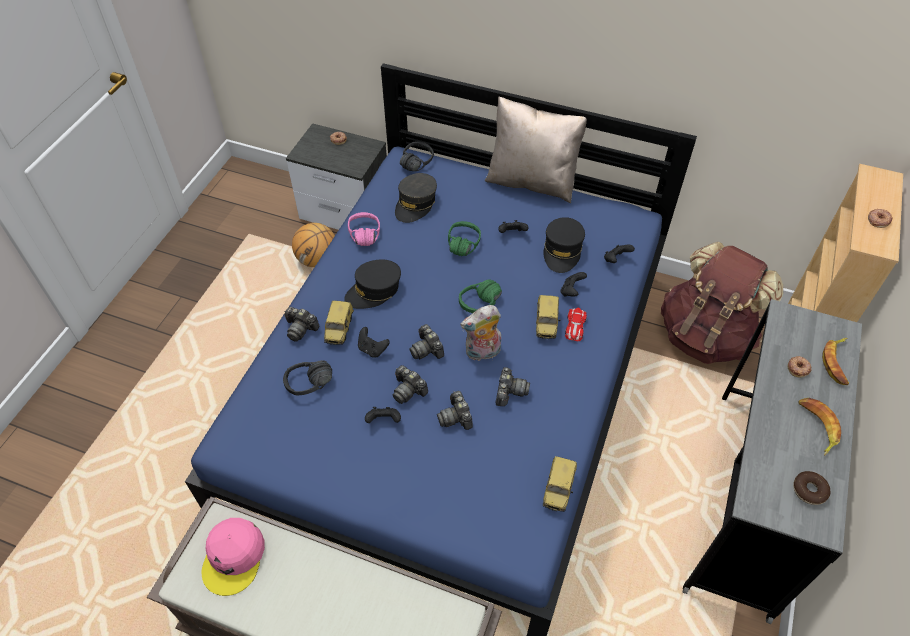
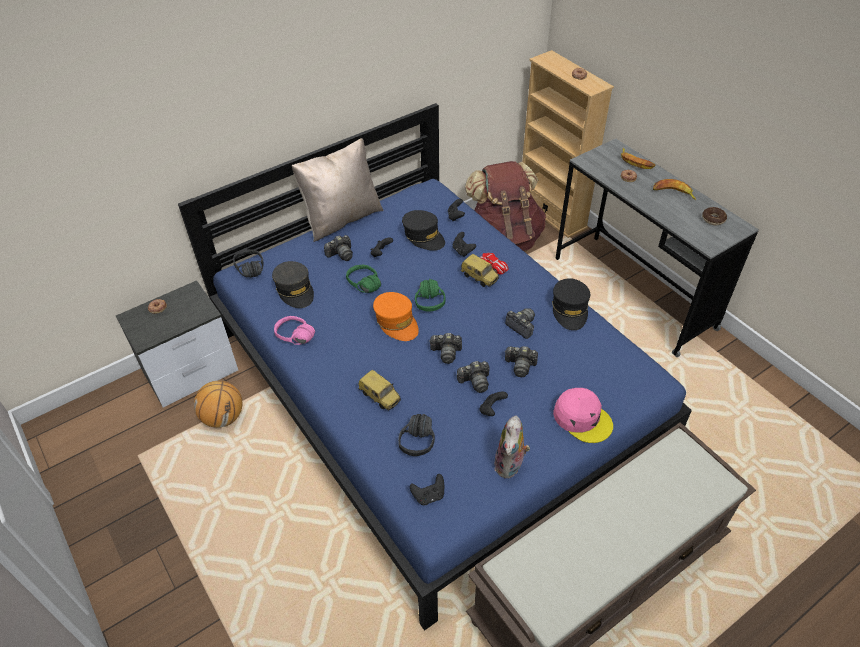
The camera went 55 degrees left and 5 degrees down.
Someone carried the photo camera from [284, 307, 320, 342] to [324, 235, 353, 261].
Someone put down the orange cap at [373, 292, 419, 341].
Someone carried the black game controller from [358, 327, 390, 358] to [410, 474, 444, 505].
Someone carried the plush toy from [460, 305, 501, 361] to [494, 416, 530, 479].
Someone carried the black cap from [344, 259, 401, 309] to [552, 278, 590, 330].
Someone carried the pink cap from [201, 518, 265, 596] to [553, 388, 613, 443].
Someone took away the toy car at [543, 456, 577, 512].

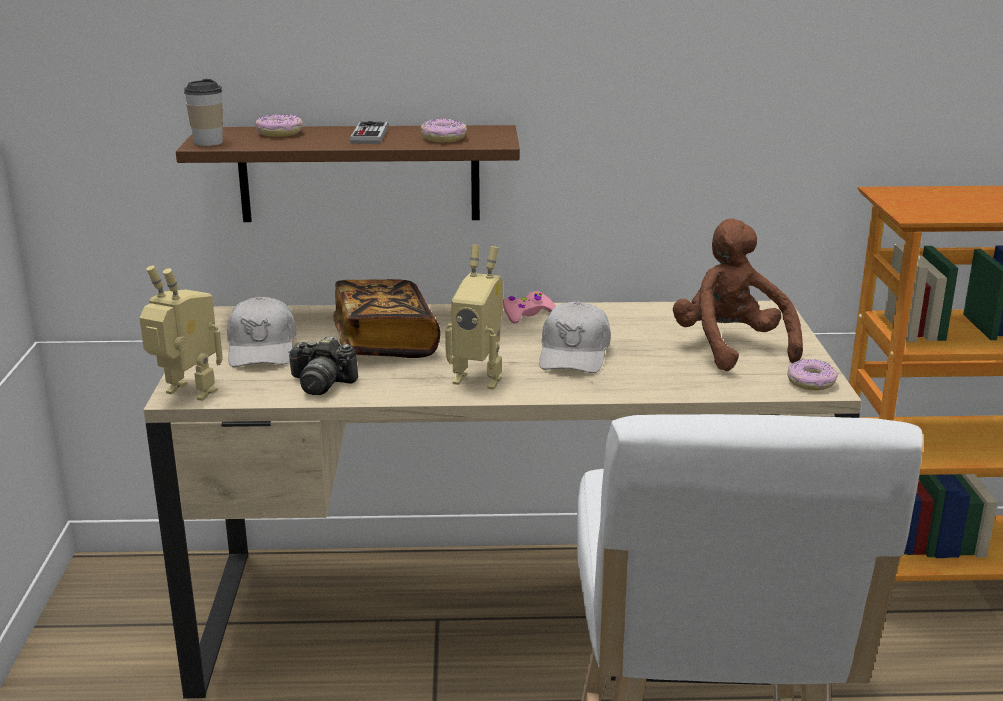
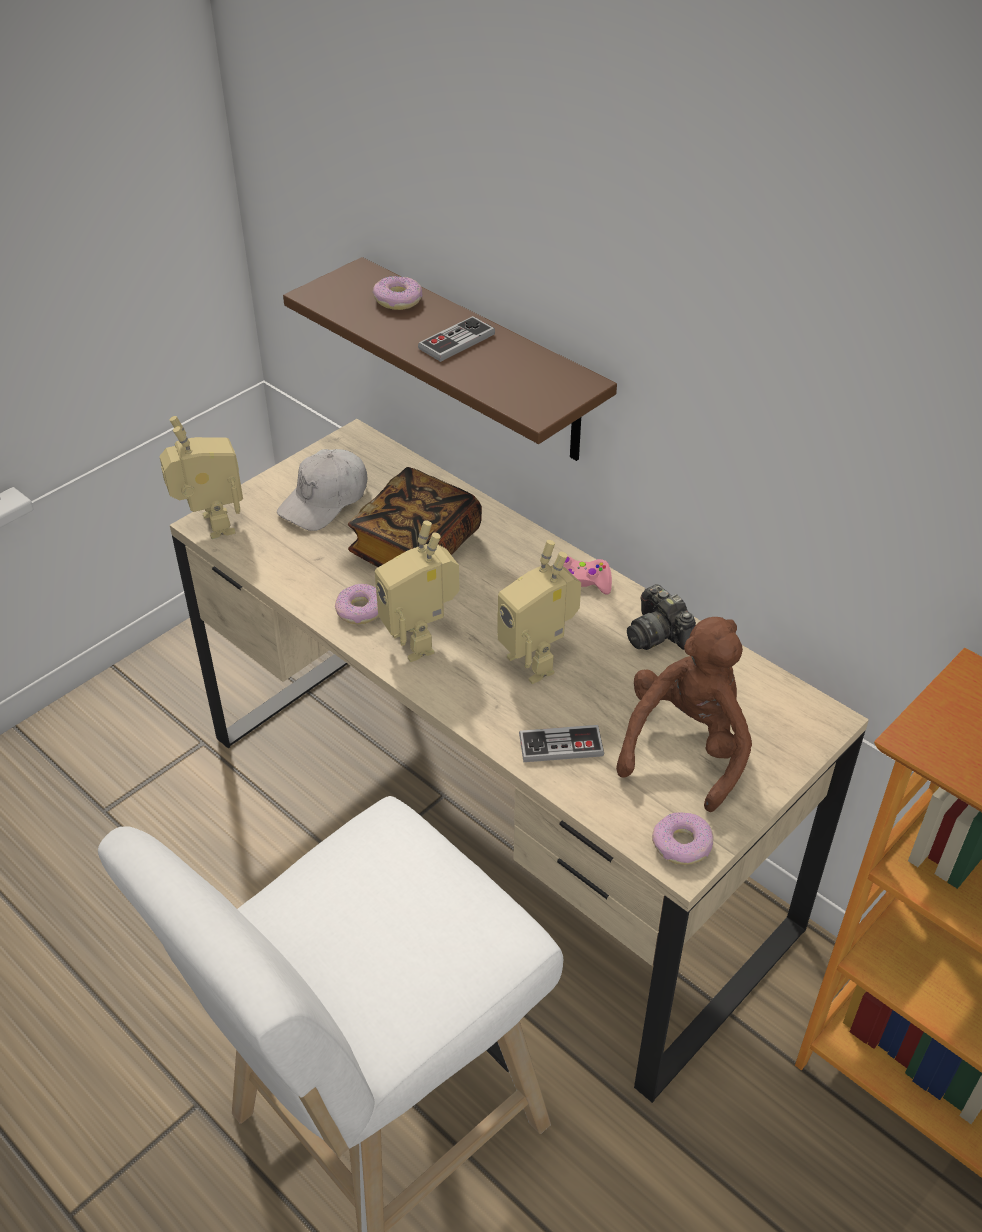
The camera went 45 degrees right and 20 degrees up.
Someone carried the donut from [420, 118, 467, 142] to [335, 584, 379, 624].
Someone swapped the white cap at [539, 301, 611, 373] for the toy robot at [497, 540, 581, 684].
Someone put down the game controller at [519, 725, 604, 762].
Someone carried the photo camera from [288, 336, 358, 395] to [627, 584, 696, 650].
Someone took away the cup at [184, 79, 223, 146].

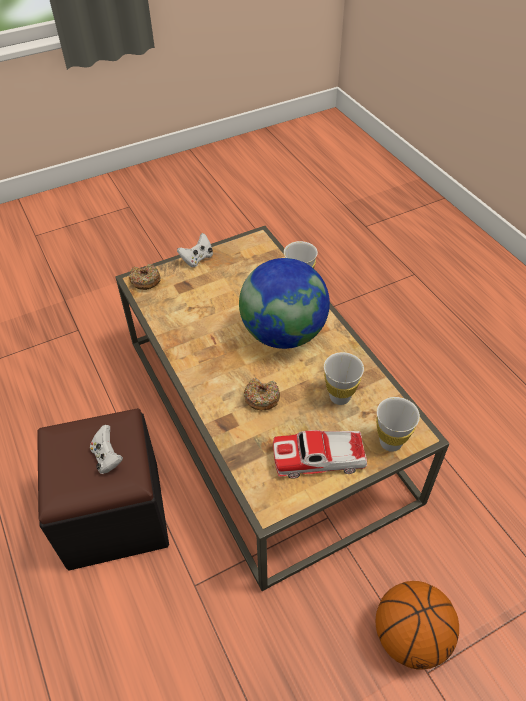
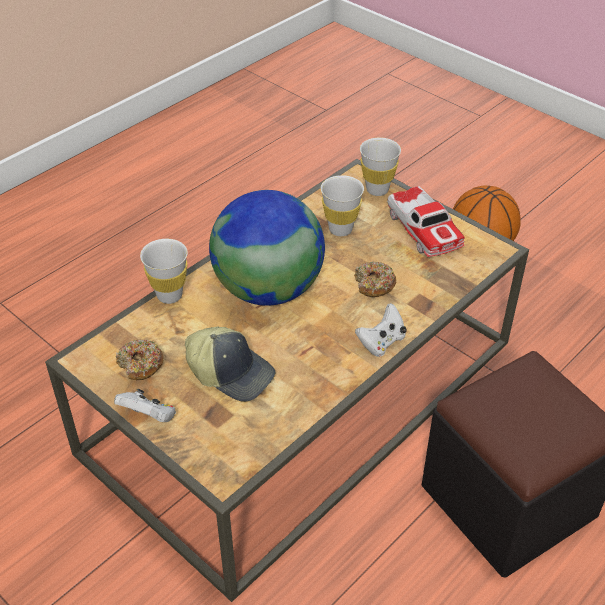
The camera went 110 degrees left and 5 degrees down.
Someone carried the donut from [129, 264, 160, 290] to [116, 339, 164, 380].
Someone put down the cap at [185, 327, 275, 402].
Someone carried the white game controller from [90, 425, 123, 474] to [355, 303, 406, 357].

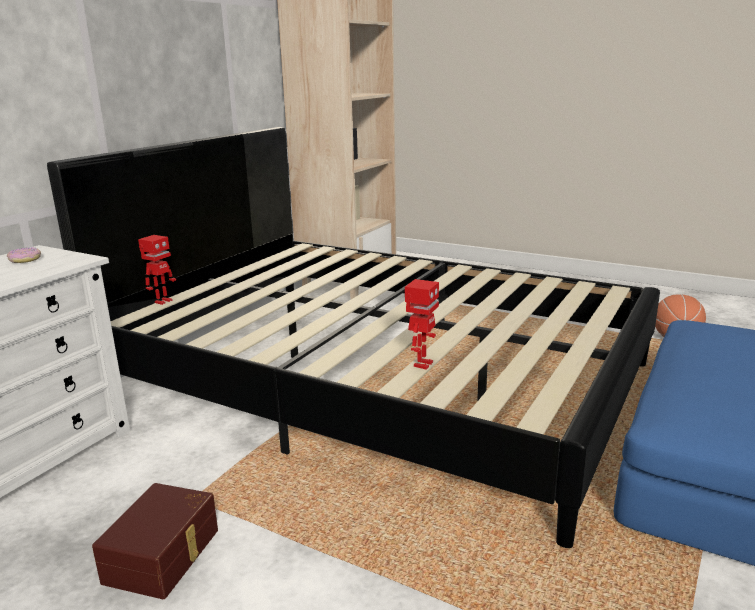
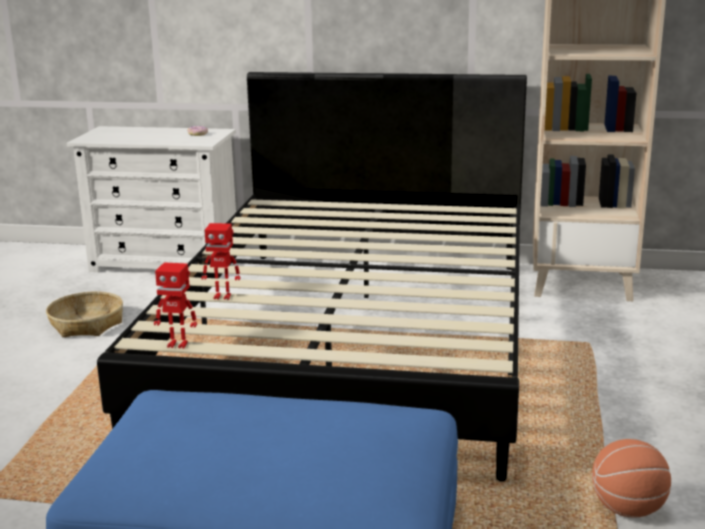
The camera went 70 degrees right and 0 degrees up.
Someone swapped the brown storage box at [92, 483, 218, 599] for the basket at [46, 291, 123, 337].
Someone carried the toy robot from [138, 235, 176, 305] to [154, 262, 197, 349].

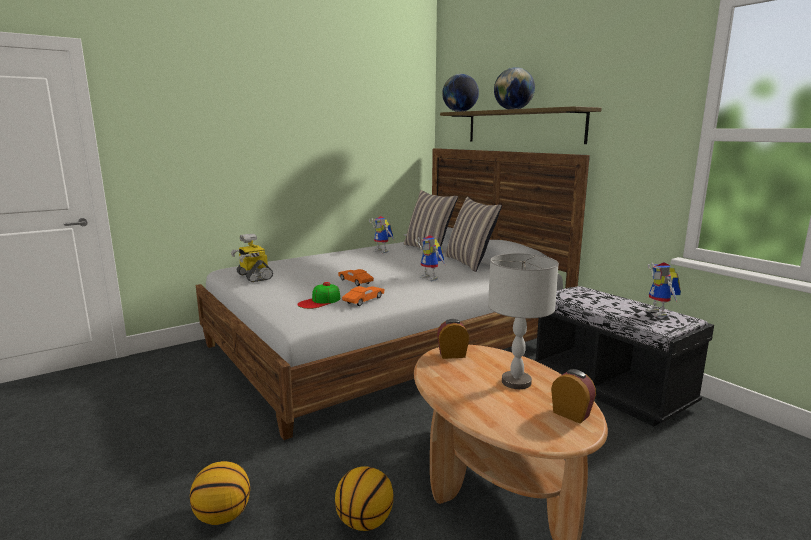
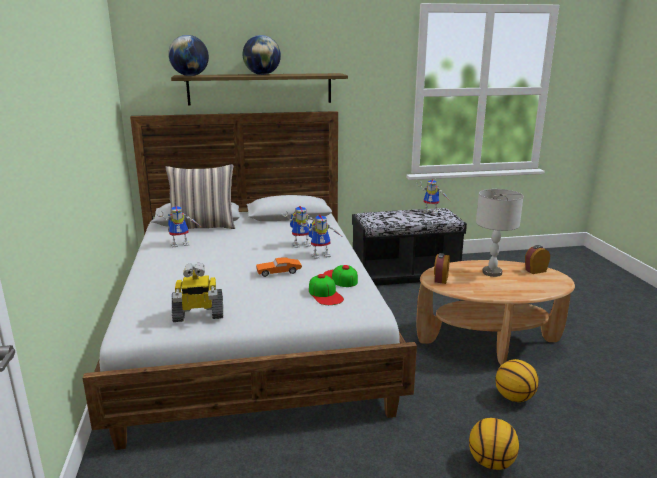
The camera went 65 degrees left and 5 degrees up.
Someone put down the toy robot at [301, 215, 341, 259].
Someone swapped the orange toy car at [342, 286, 385, 306] for the cap at [323, 265, 358, 287].
Someone took away the pillow at [445, 197, 502, 272].

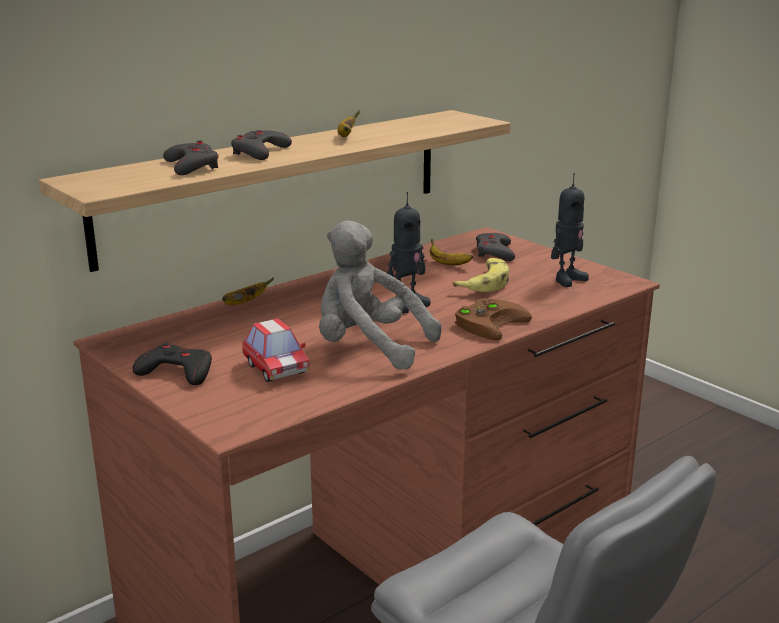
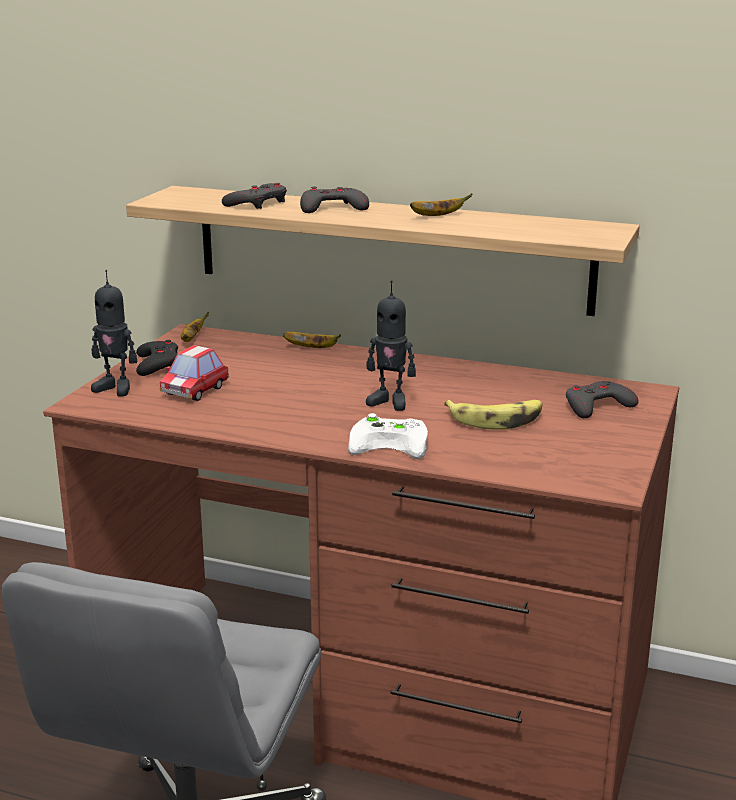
The camera went 60 degrees right and 0 degrees up.
Someone carried the toy robot from [551, 173, 589, 287] to [91, 270, 137, 396].
Someone carried the banana from [430, 239, 473, 265] to [181, 312, 209, 342].
Someone repainted the brown game controller at [455, 298, 532, 340], which became the white game controller at [348, 413, 428, 459].
Someone took away the grey plush toy at [319, 220, 441, 370].

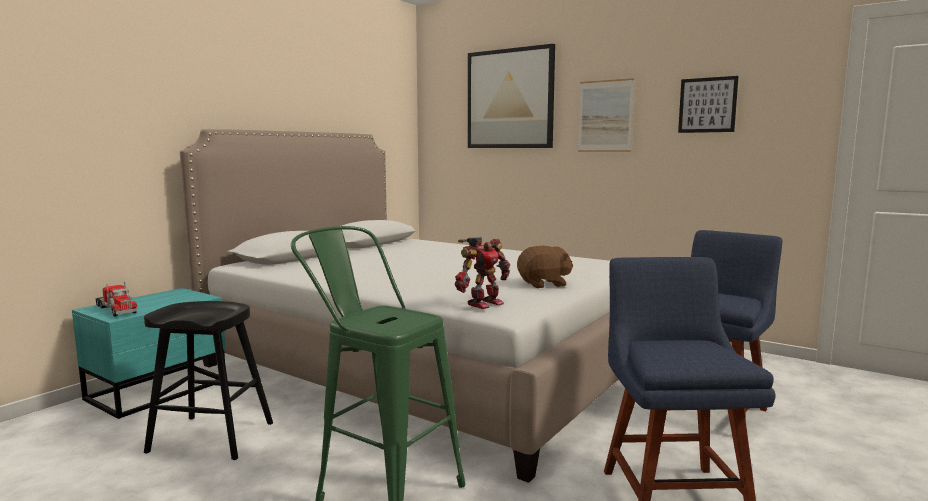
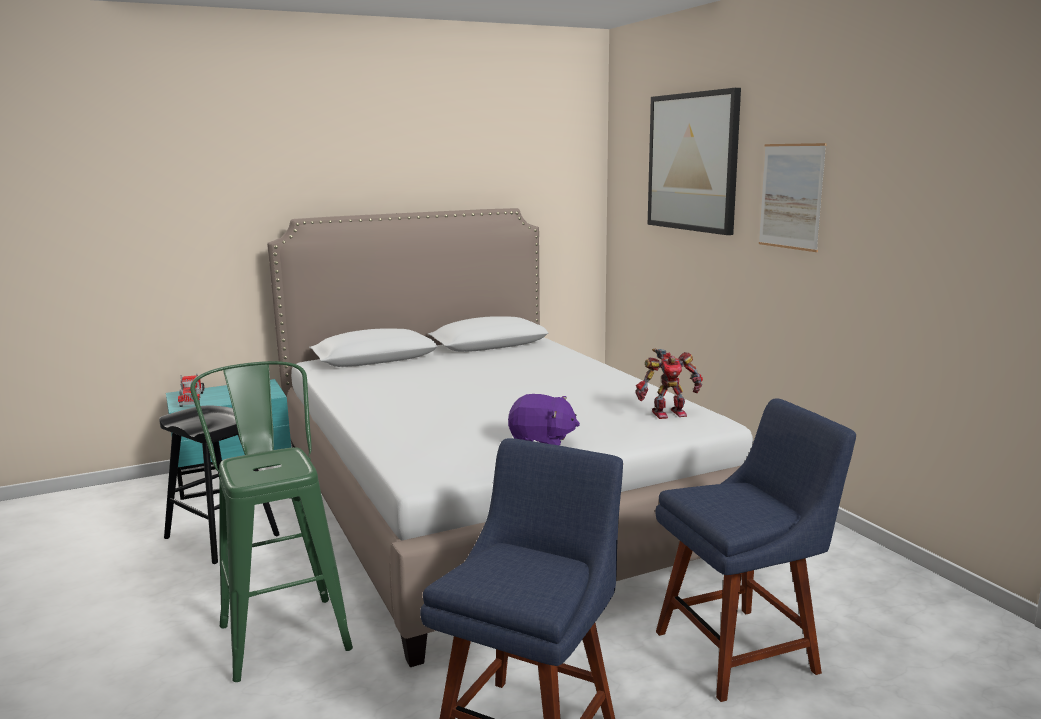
The camera went 30 degrees right and 5 degrees up.
Someone repainted the brown plush toy at [517, 246, 573, 288], which became the purple plush toy at [508, 394, 580, 446].
Someone carried the toy robot from [455, 237, 511, 309] to [635, 349, 703, 419].
Someone took away the picture at [678, 76, 739, 133].

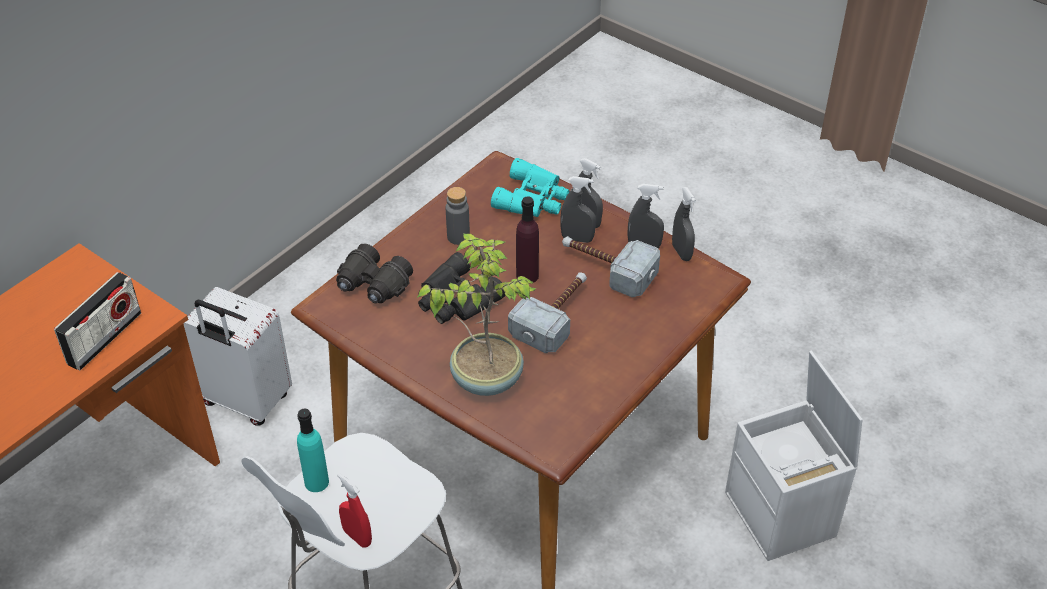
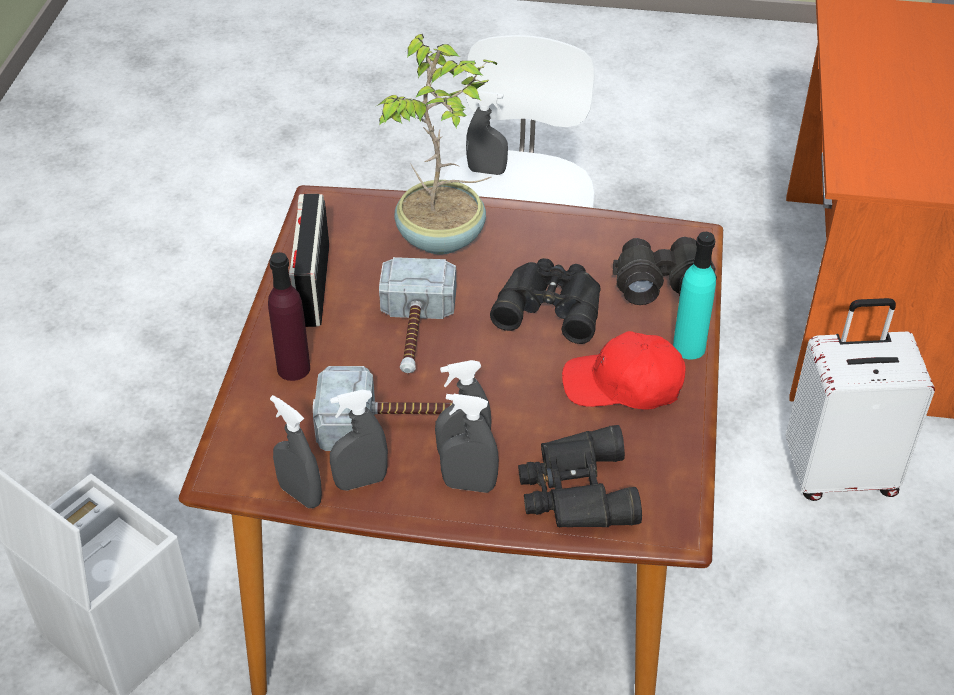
The camera went 150 degrees right and 0 degrees up.
Someone carried the purple bottle from [516, 197, 539, 282] to [268, 252, 310, 381].
Someone carried the radio from [54, 272, 141, 370] to [289, 194, 329, 327].
Someone repainted the red spray bottle at [337, 473, 372, 548], which became the grey spray bottle at [466, 91, 508, 175].
Someone repainted the turquoise binoculars at [491, 158, 570, 217], which became the black binoculars at [518, 425, 642, 527].
Someone swapped the grey bottle at [446, 187, 470, 245] for the red cap at [562, 331, 685, 409].
Someone carried the turquoise bottle from [297, 409, 329, 492] to [673, 232, 716, 359].

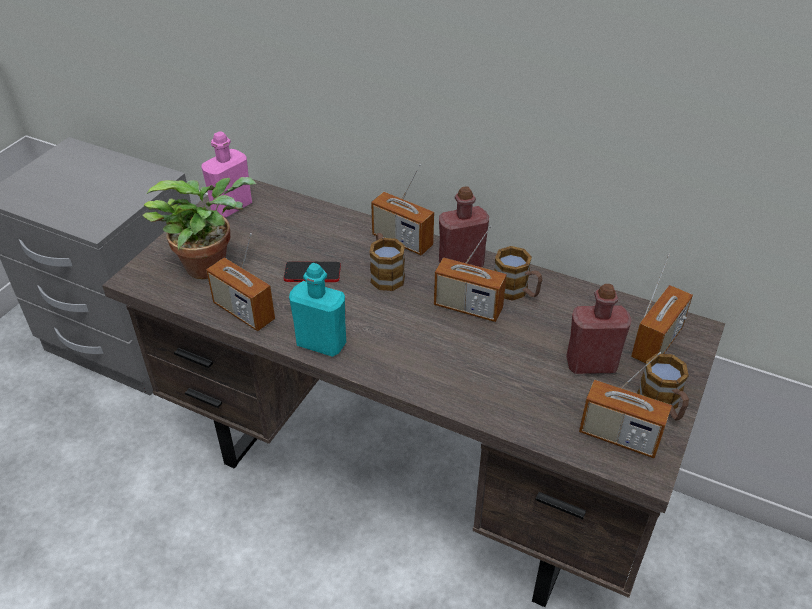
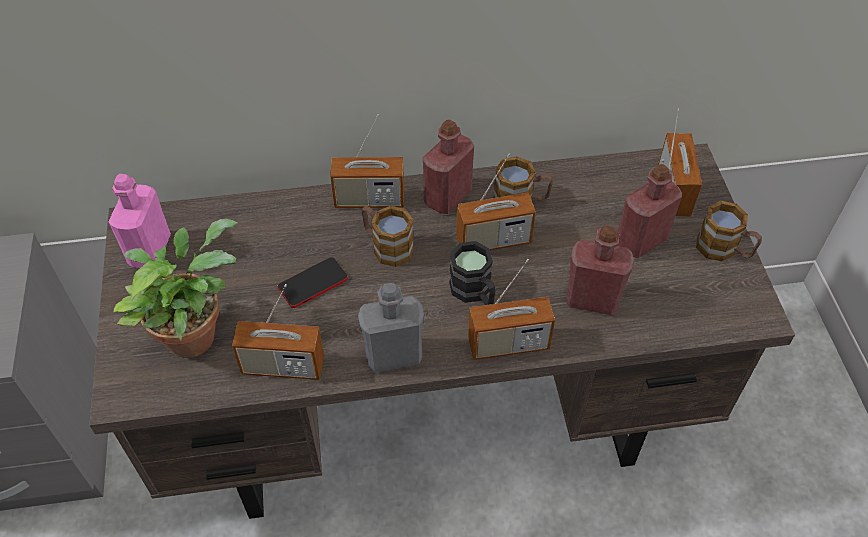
The camera went 35 degrees left and 10 degrees up.
Someone repainted the turquoise bottle at [289, 263, 346, 357], which became the grey bottle at [358, 283, 424, 373].
Someone put down the black mug at [449, 241, 496, 305].
Someone carried the radio from [579, 352, 672, 458] to [468, 259, 555, 360].
Someone put down the red bottle at [566, 225, 634, 315].

